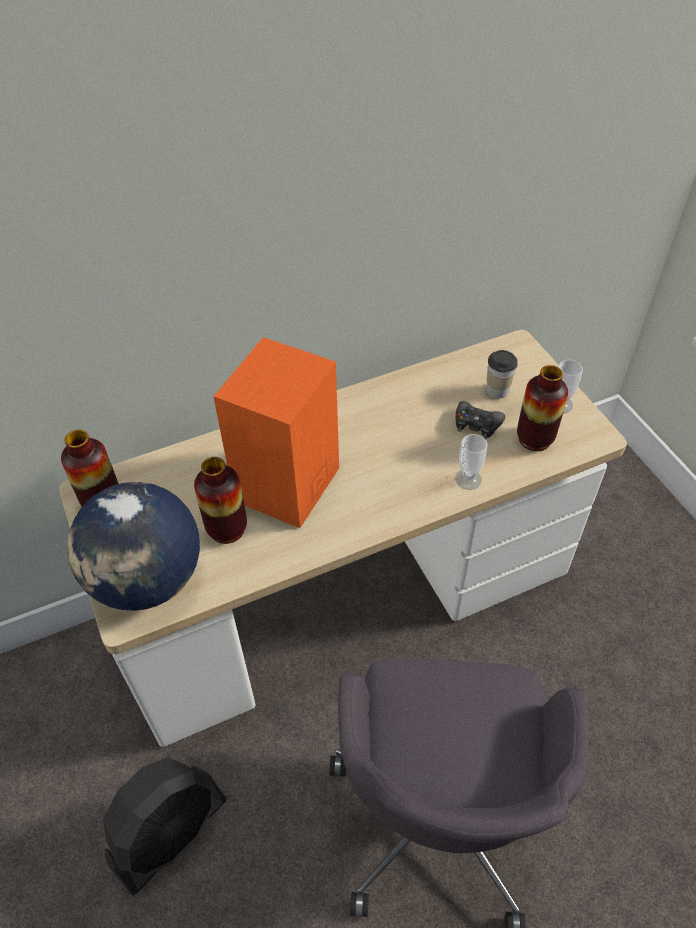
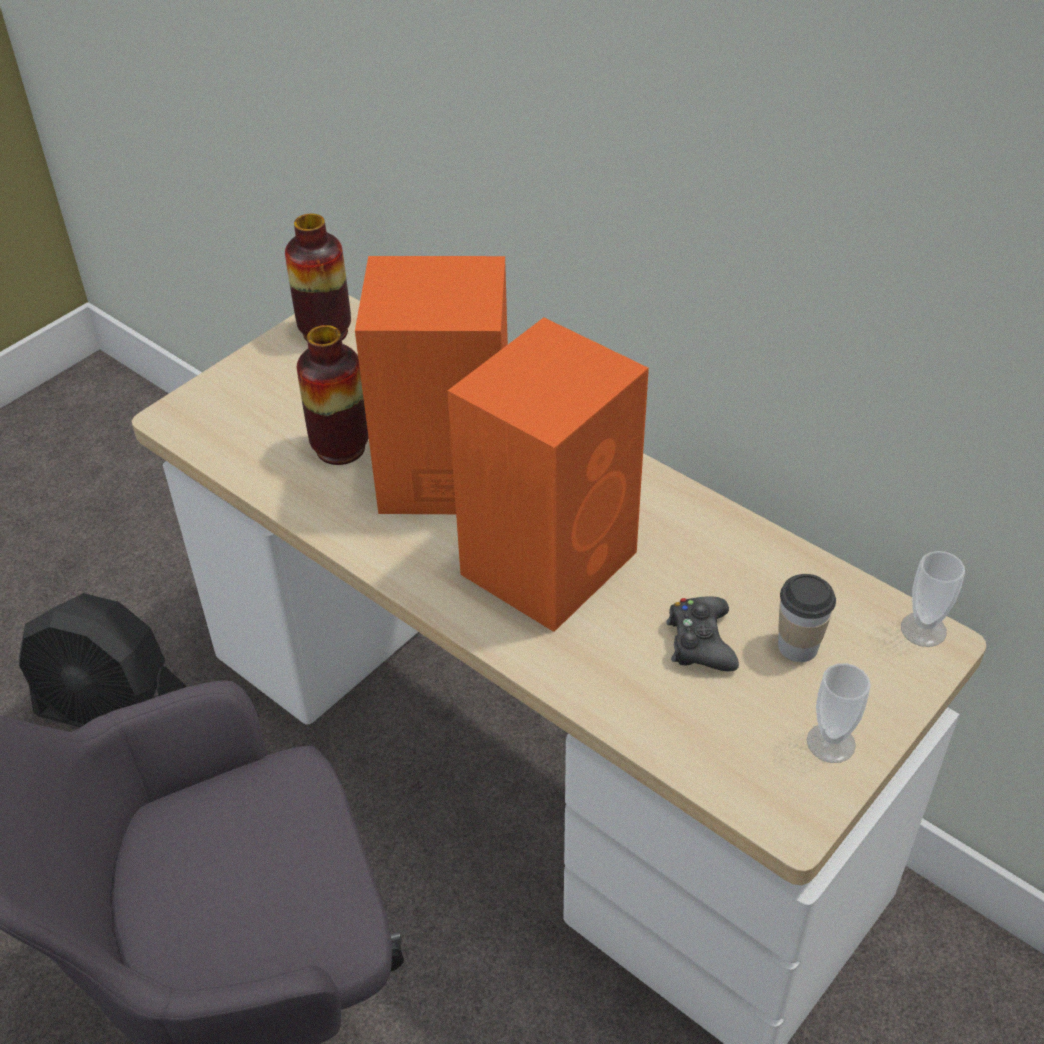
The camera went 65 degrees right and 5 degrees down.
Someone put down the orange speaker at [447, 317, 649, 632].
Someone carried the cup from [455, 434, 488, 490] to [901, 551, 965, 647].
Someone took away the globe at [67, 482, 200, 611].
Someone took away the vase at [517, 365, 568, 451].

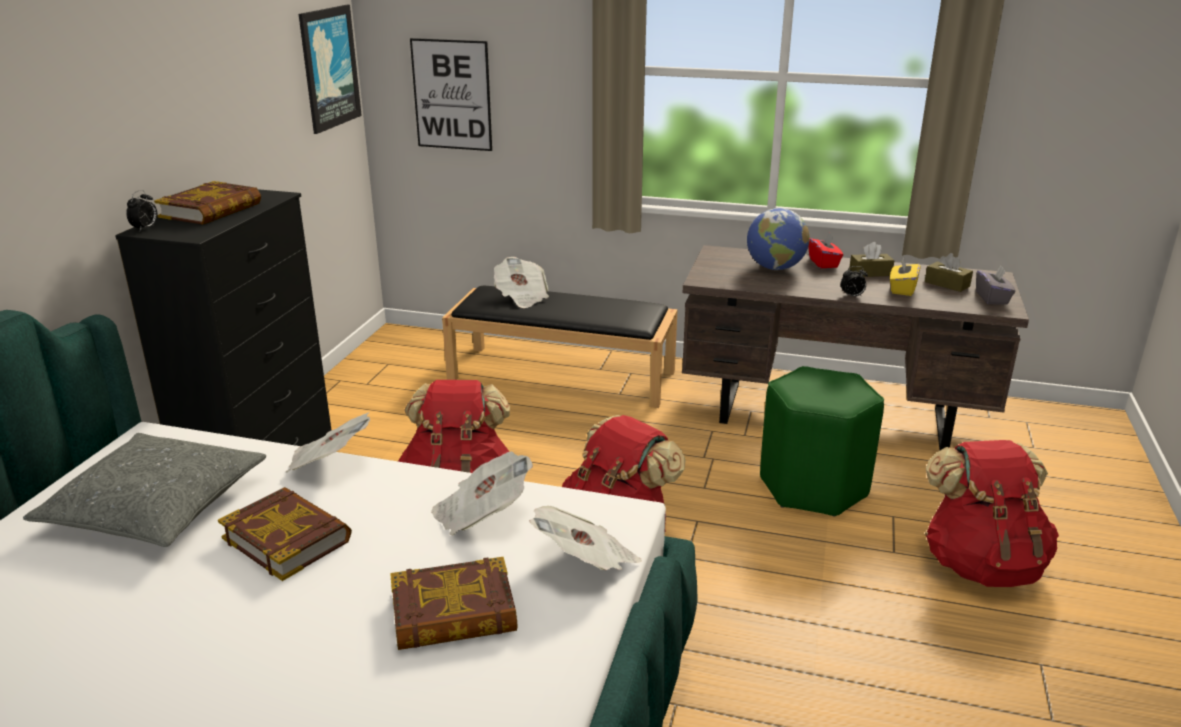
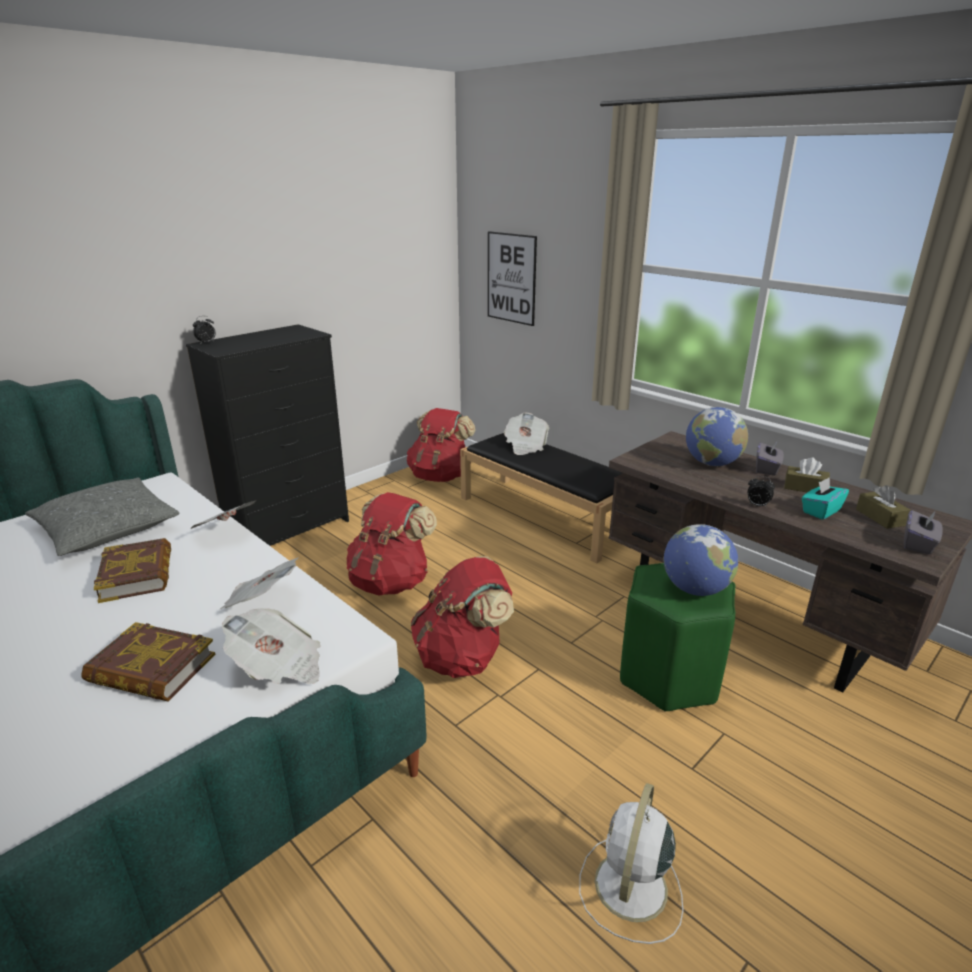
The camera went 30 degrees right and 0 degrees up.
Someone carried the red backpack from [925, 440, 1059, 587] to [407, 408, 476, 482].
Someone put down the white fan at [579, 783, 684, 944].
Someone put down the globe at [664, 524, 738, 596].
Someone repainted the red tissue box at [809, 233, 843, 268], which became the grey tissue box at [756, 441, 784, 476].
Someone repainted the yellow tissue box at [890, 257, 921, 296], which became the turquoise tissue box at [802, 477, 849, 520].
Someone took away the book at [154, 181, 261, 225].
Someone took away the picture at [299, 5, 362, 134].

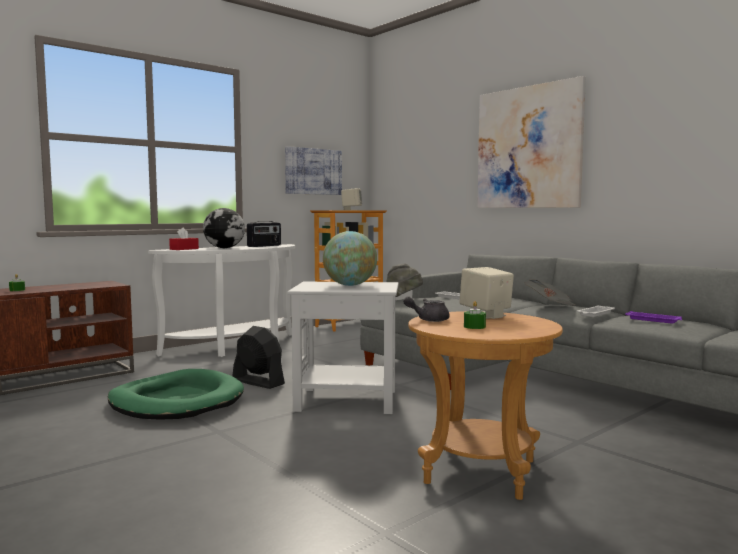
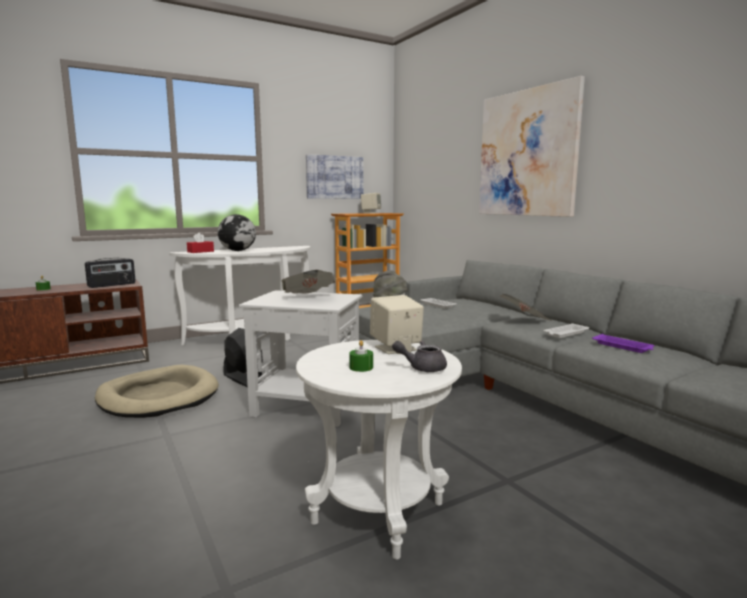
The camera went 10 degrees right and 5 degrees up.
Someone carried the radio from [247, 221, 281, 247] to [85, 258, 136, 288].
Someone repainted the green dog bed at [108, 369, 244, 420], which became the beige dog bed at [95, 365, 219, 418].
Someone swapped the globe at [323, 231, 377, 286] for the newspaper at [281, 270, 335, 293].
Someone repainted the brown side table at [408, 311, 563, 500], which became the white side table at [296, 340, 462, 560].
Someone carried the grey teapot from [403, 296, 450, 322] to [392, 341, 447, 372].

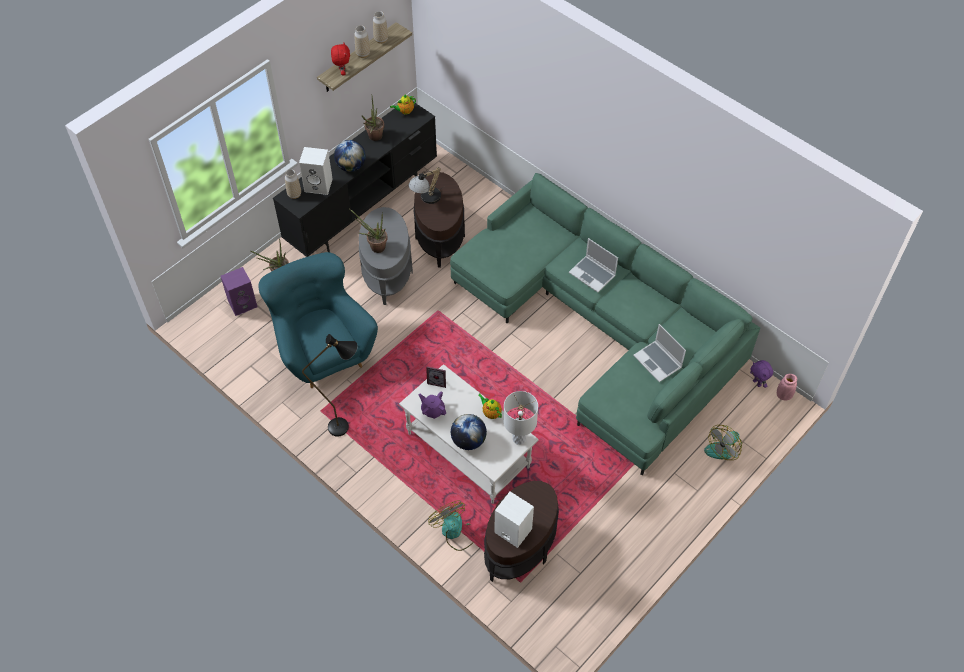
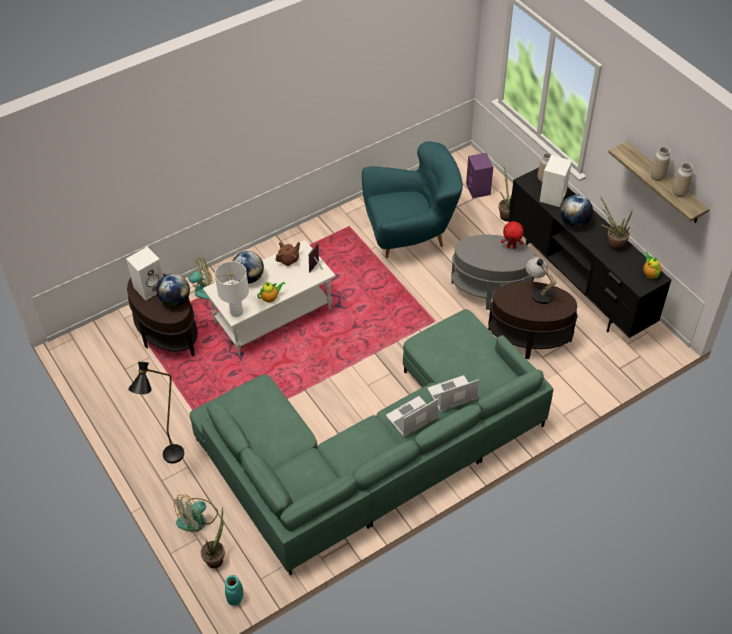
The camera went 105 degrees right and 5 degrees down.
Someone carried the black floor lamp from [302, 334, 358, 437] to [128, 362, 184, 463].
Someone put down the globe at [156, 274, 190, 307].
Someone rotated the fan at [704, 425, 742, 460] by 105 degrees counterclockwise.
Someone carried the potted plant from [349, 209, 388, 253] to [201, 507, 225, 568].
Someone repainted the pink vase at [777, 374, 797, 400], which became the turquoise vase at [225, 575, 243, 606].
Someone repainted the purple teapot at [419, 391, 446, 419], which became the brown teapot at [275, 242, 300, 266].
Someone carried the laptop from [633, 324, 686, 382] to [427, 375, 479, 412].
Someone carried the red plush toy from [331, 42, 350, 76] to [501, 221, 524, 249].
Someone took away the purple plush toy at [750, 360, 773, 388].

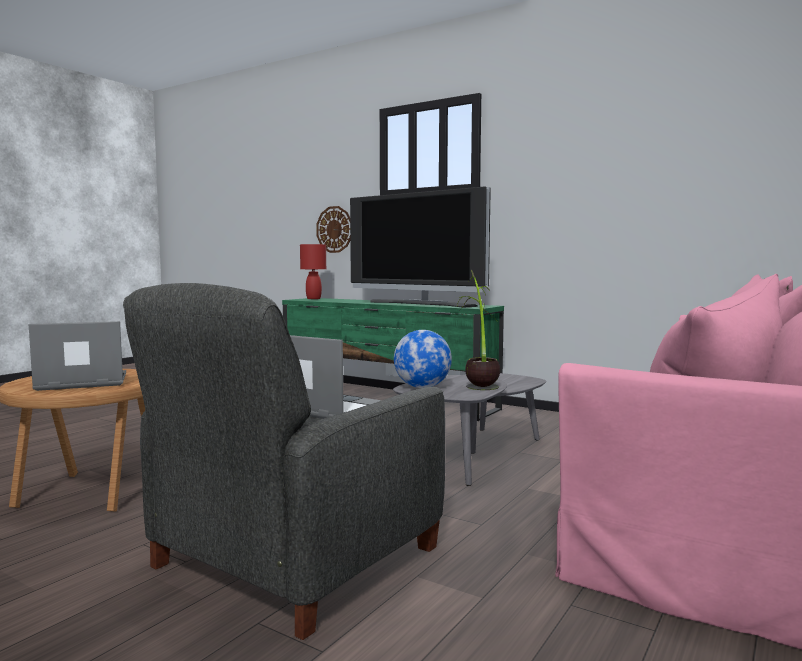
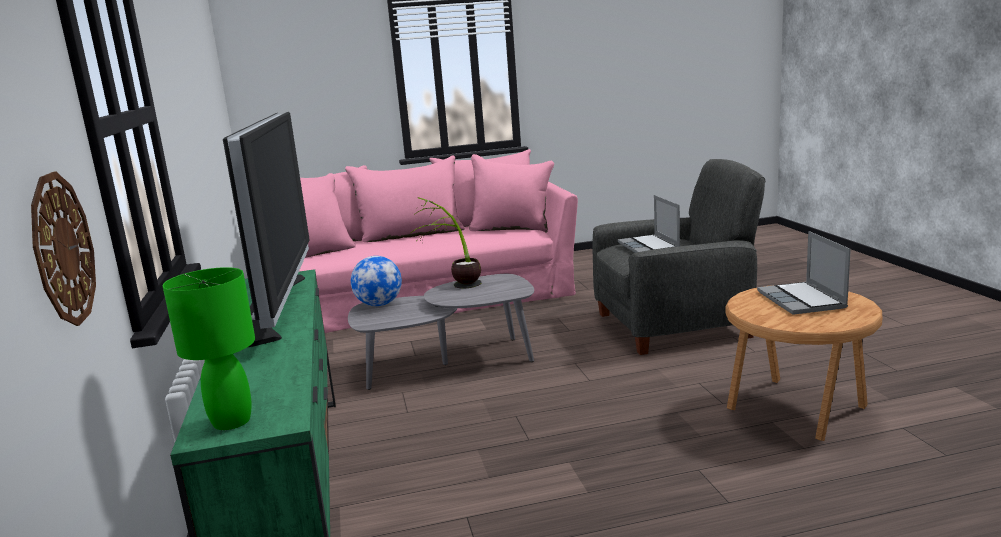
The camera went 135 degrees left and 10 degrees up.
Someone repainted the red table lamp at [300, 244, 326, 299], which became the green table lamp at [162, 267, 255, 430].
Someone carried the globe from [394, 330, 452, 388] to [351, 256, 402, 306].
Someone rotated the laptop at [29, 321, 126, 391] by 60 degrees clockwise.

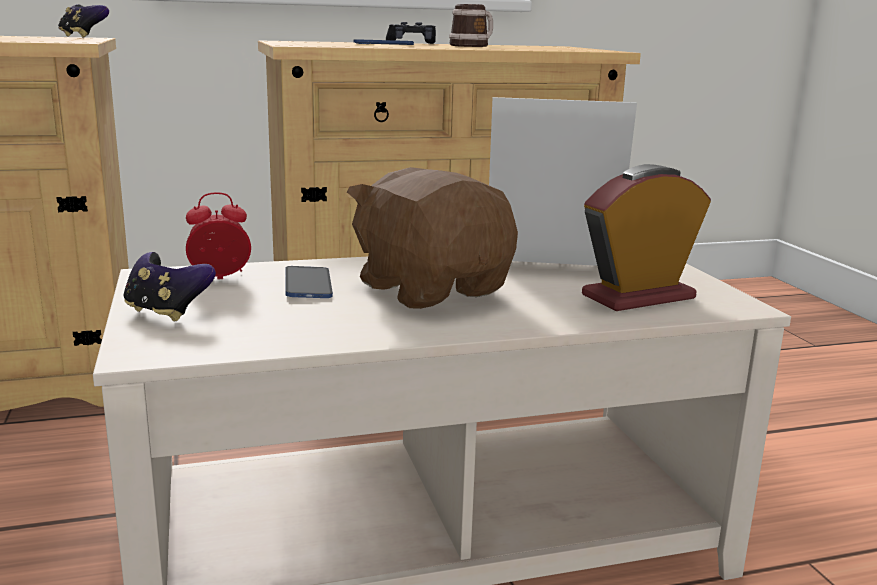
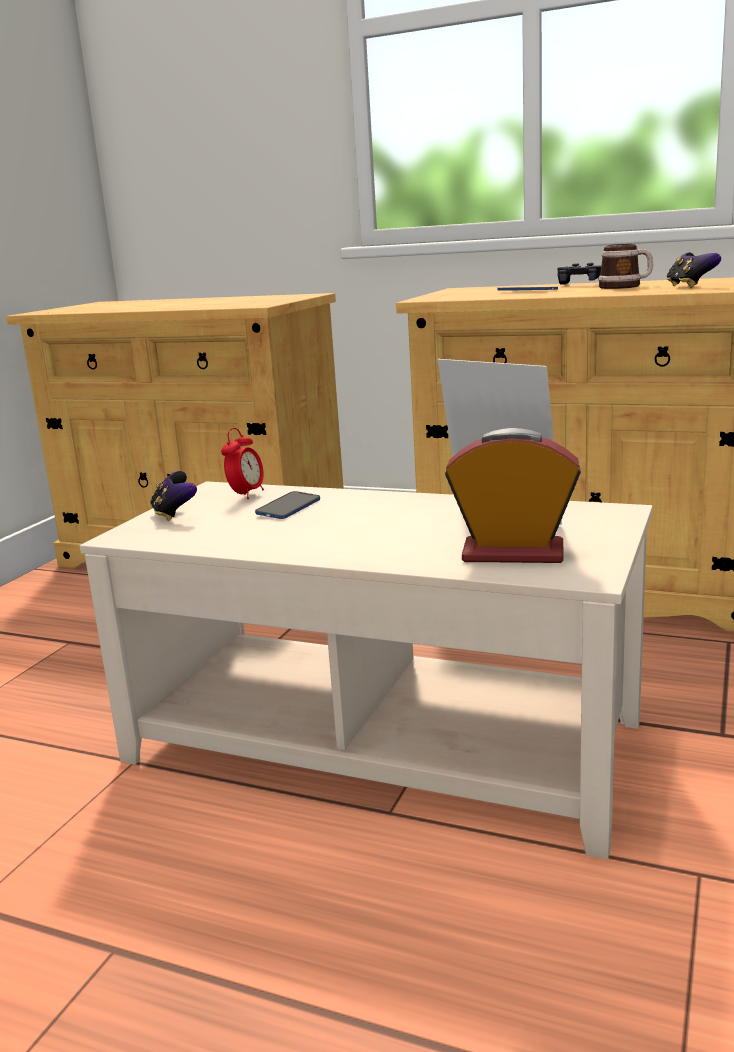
The camera went 40 degrees right and 0 degrees up.
Someone rotated the alarm clock at [186, 192, 251, 280] by 90 degrees clockwise.
Someone carried the game controller from [58, 4, 109, 38] to [667, 252, 721, 288].
Someone took away the brown plush toy at [347, 167, 518, 309].

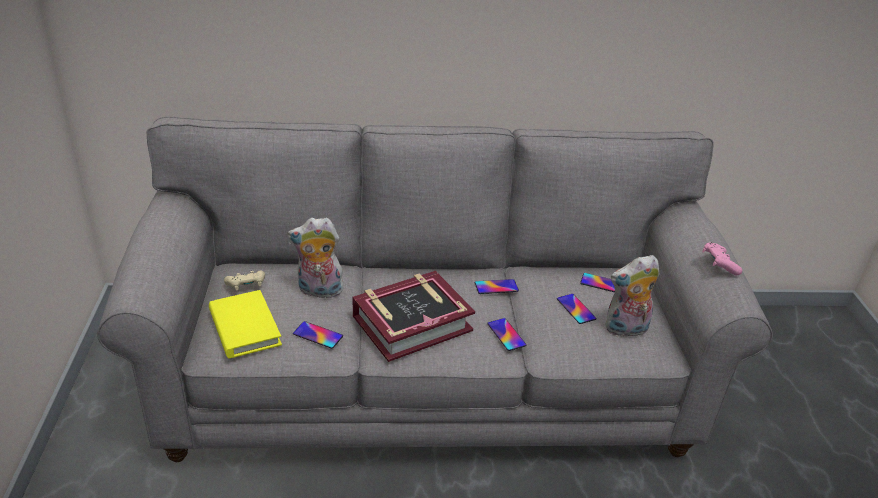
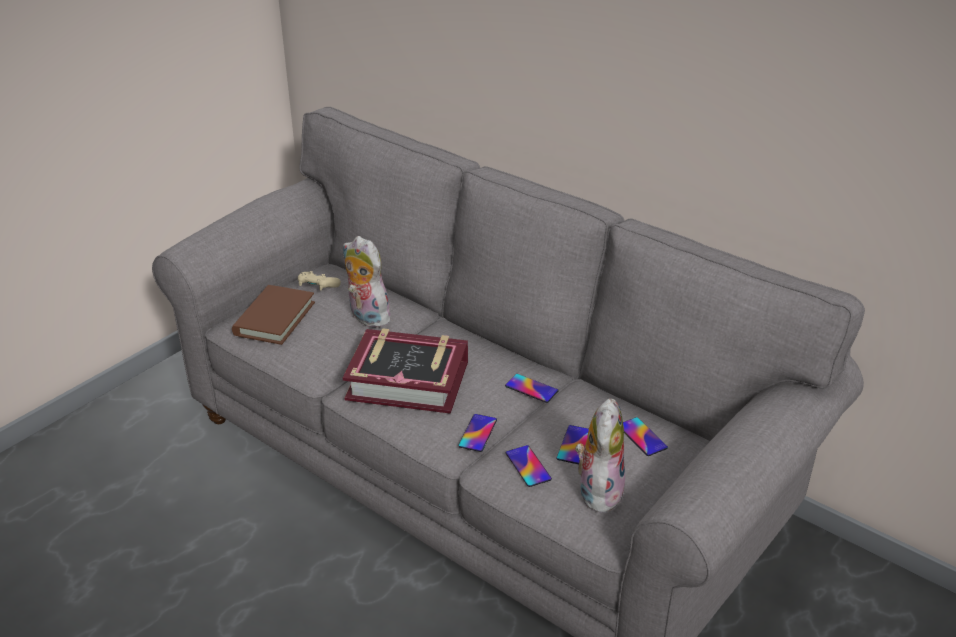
The camera went 45 degrees right and 0 degrees up.
Someone repainted the yellow book at [209, 290, 282, 358], which became the brown book at [232, 285, 315, 345].
Someone carried the phone from [293, 321, 343, 349] to [506, 445, 552, 487].
Someone rotated the plush toy at [605, 255, 659, 339] by 75 degrees clockwise.
Someone took away the pink game controller at [702, 242, 742, 275].

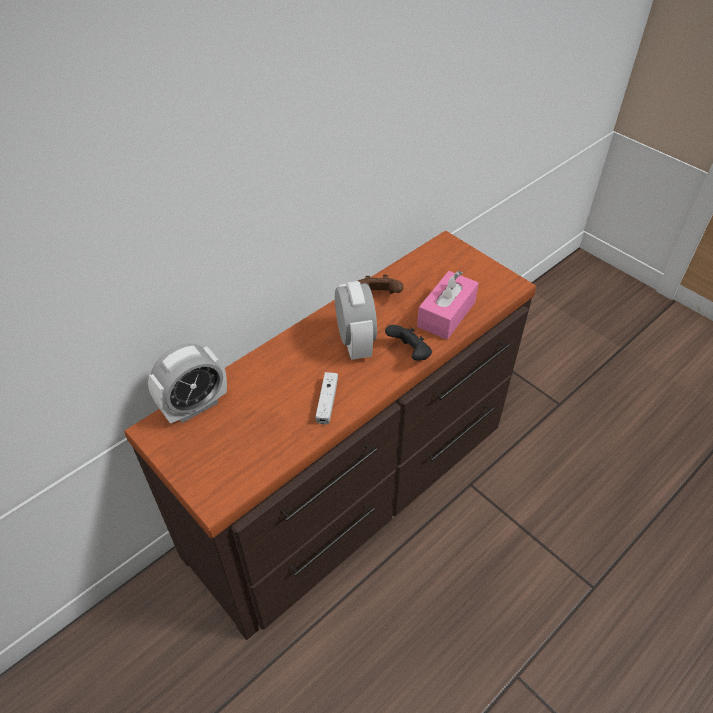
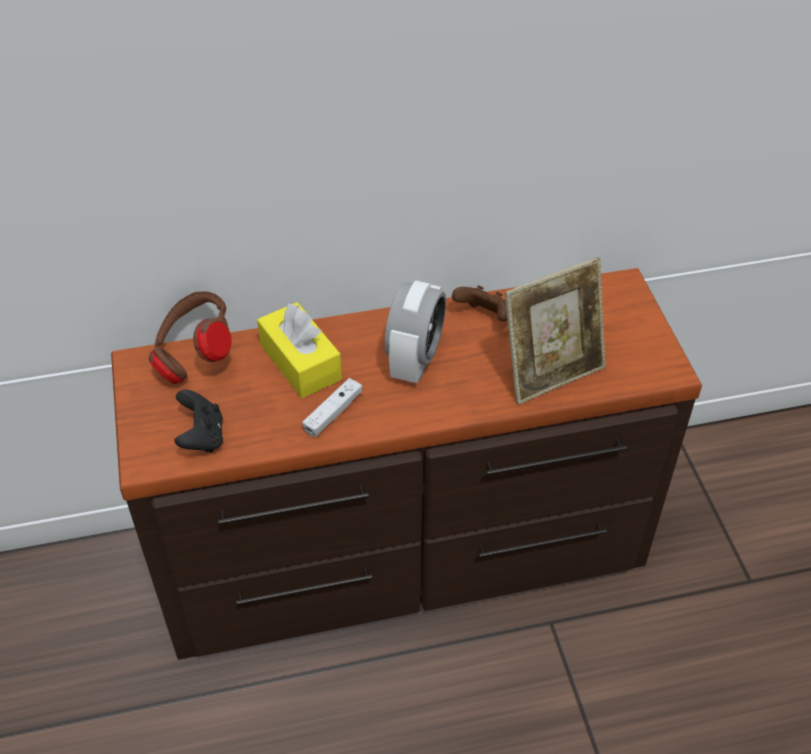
The camera went 30 degrees right and 0 degrees up.
Someone swapped the alarm clock at [148, 343, 227, 424] for the brown headphones at [149, 291, 232, 384].
Someone carried the black game controller from [385, 325, 432, 361] to [174, 390, 223, 452].
Someone put down the yellow tissue box at [257, 302, 342, 398].
Someone swapped the pink tissue box at [417, 270, 479, 340] for the picture frame at [505, 257, 606, 405].

